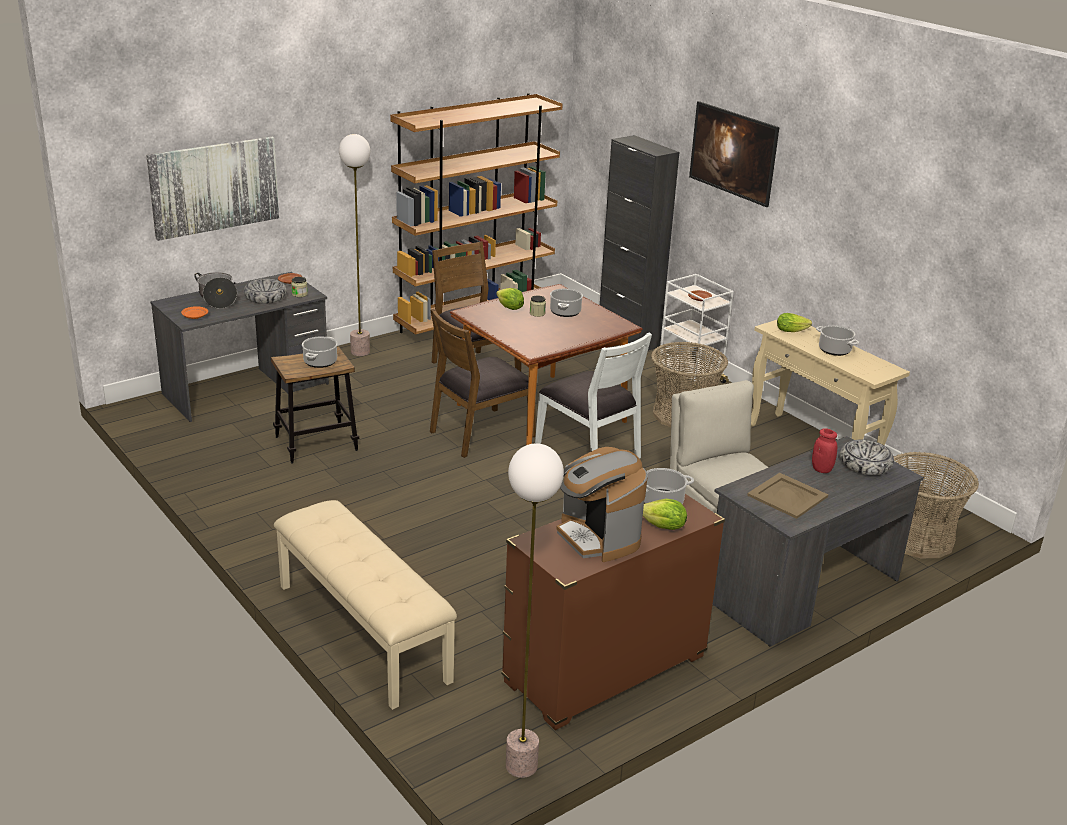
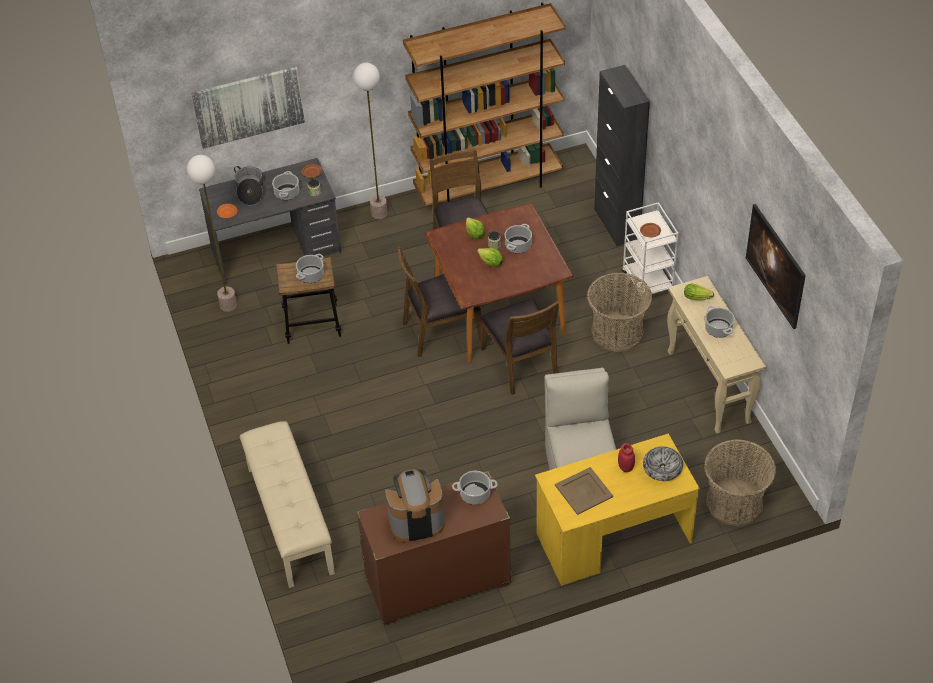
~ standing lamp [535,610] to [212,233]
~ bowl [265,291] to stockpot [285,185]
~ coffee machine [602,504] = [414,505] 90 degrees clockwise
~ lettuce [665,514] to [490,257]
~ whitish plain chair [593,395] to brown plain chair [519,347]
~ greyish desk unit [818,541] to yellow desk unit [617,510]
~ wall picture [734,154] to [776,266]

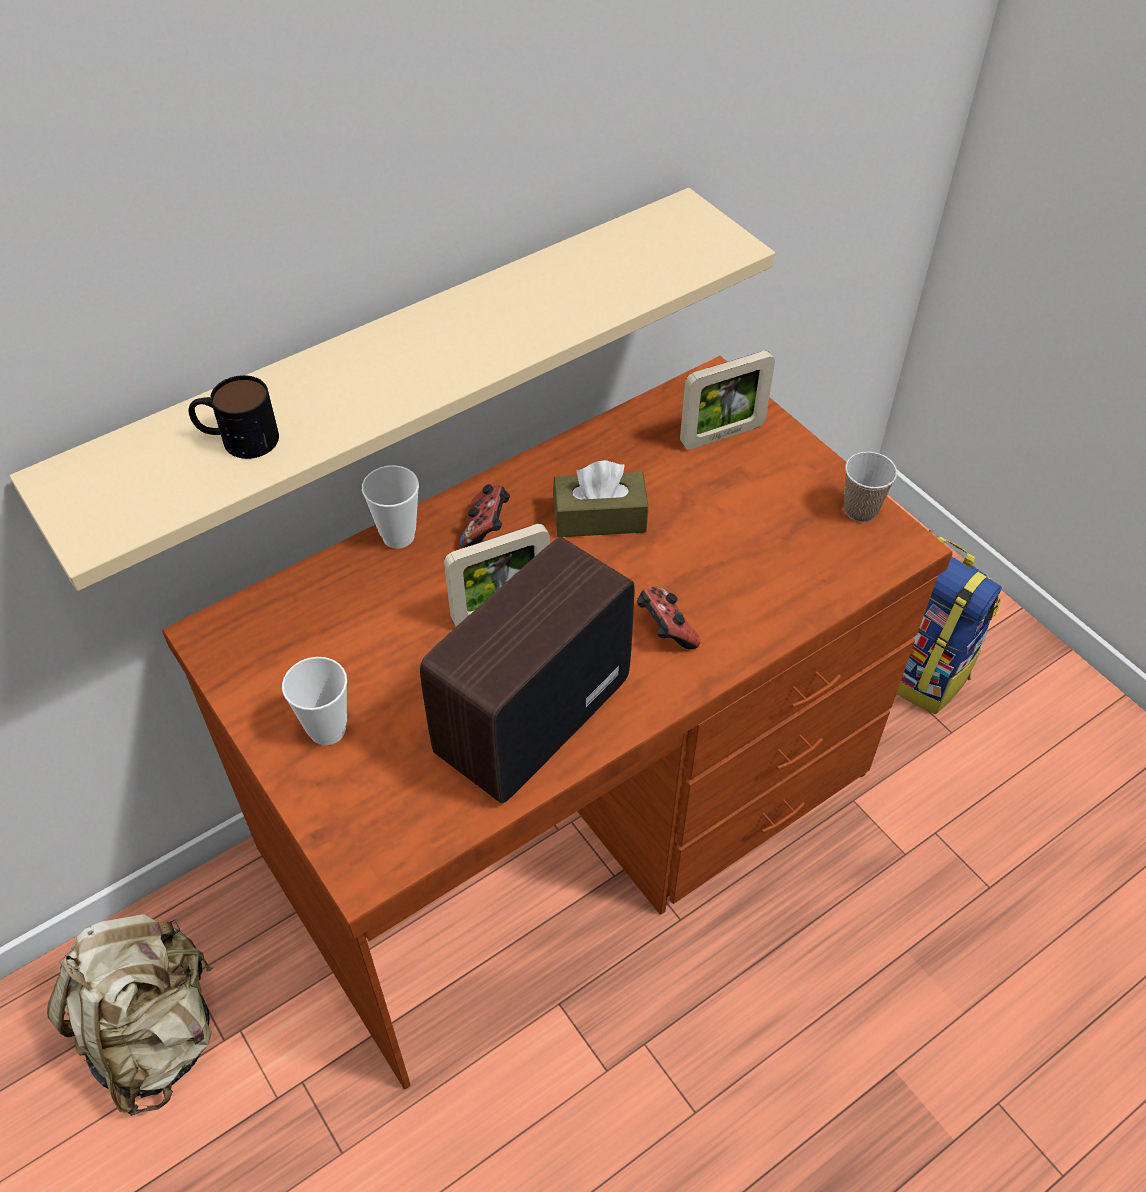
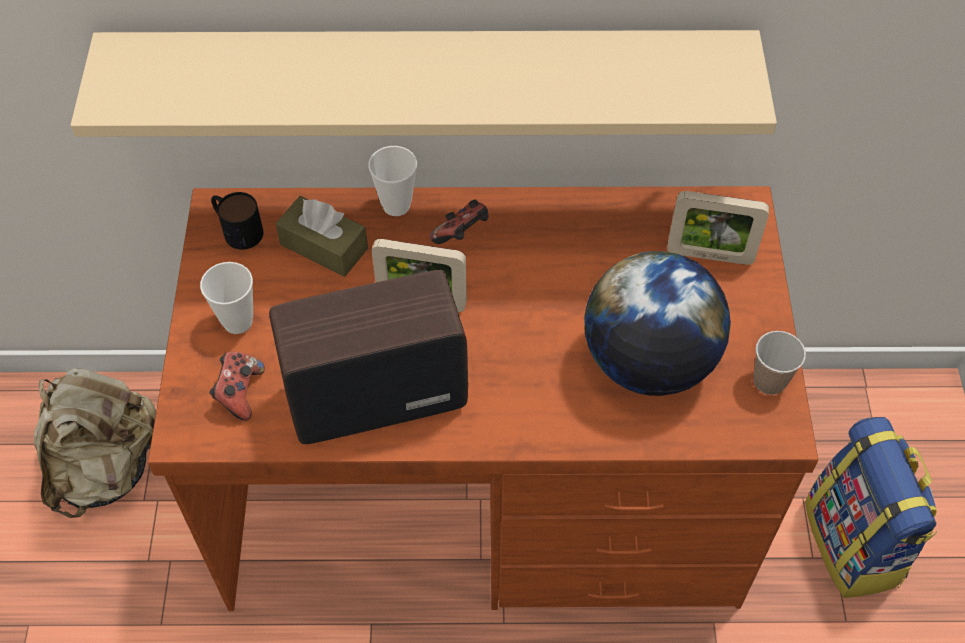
~ game controller [668,618] to [237,386]
~ coffee mug [233,417] to [237,221]
~ brown tissue box [600,498] to [322,236]
+ world globe [657,323]

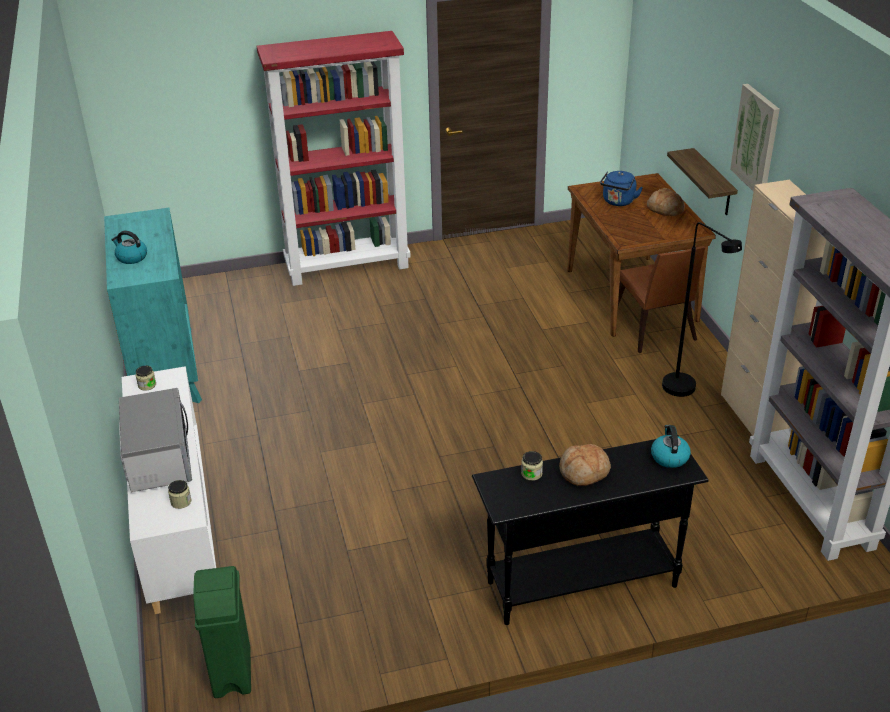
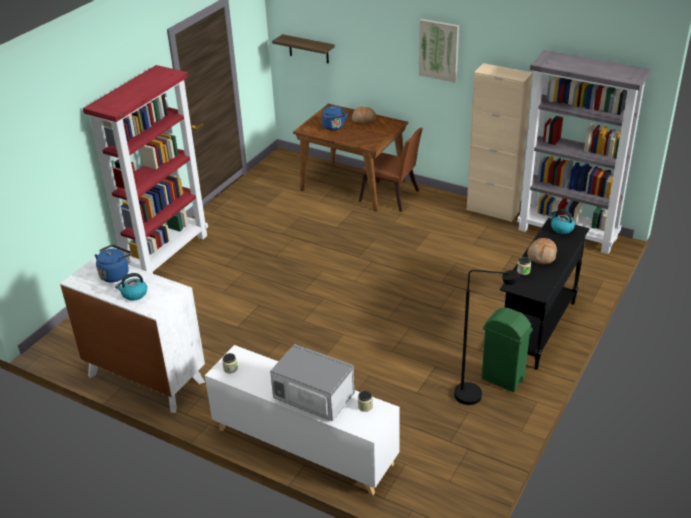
~ turquoise chest of drawers [153,305] to whitish chest of drawers [132,335]
+ blue-coloured kettle [113,263]
~ shelf [702,181] to [303,49]
~ blackish standing lamp [702,309] to [486,337]
~ green-coloured trash can [222,632] to [507,350]

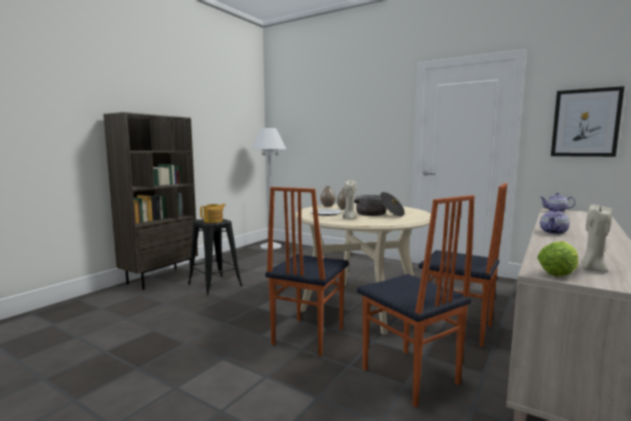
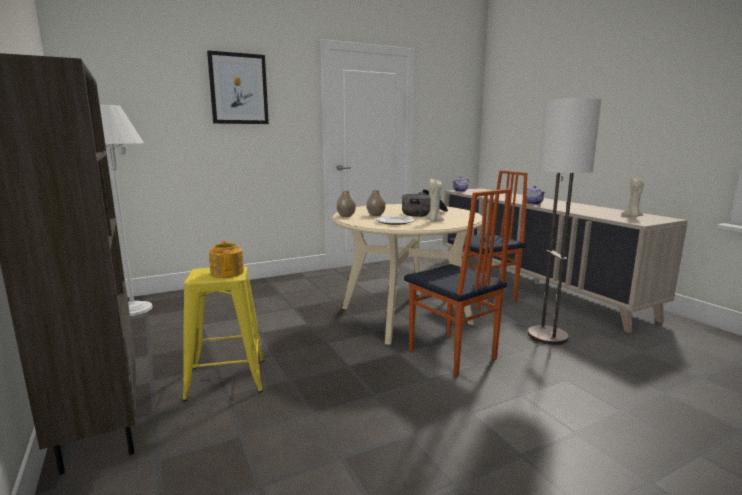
~ blackish stool seat [215,257] to yellow stool seat [223,333]
~ wall picture [588,121] to [238,87]
~ plain chair [416,301] to standing lamp [565,221]
- lettuce [557,258]

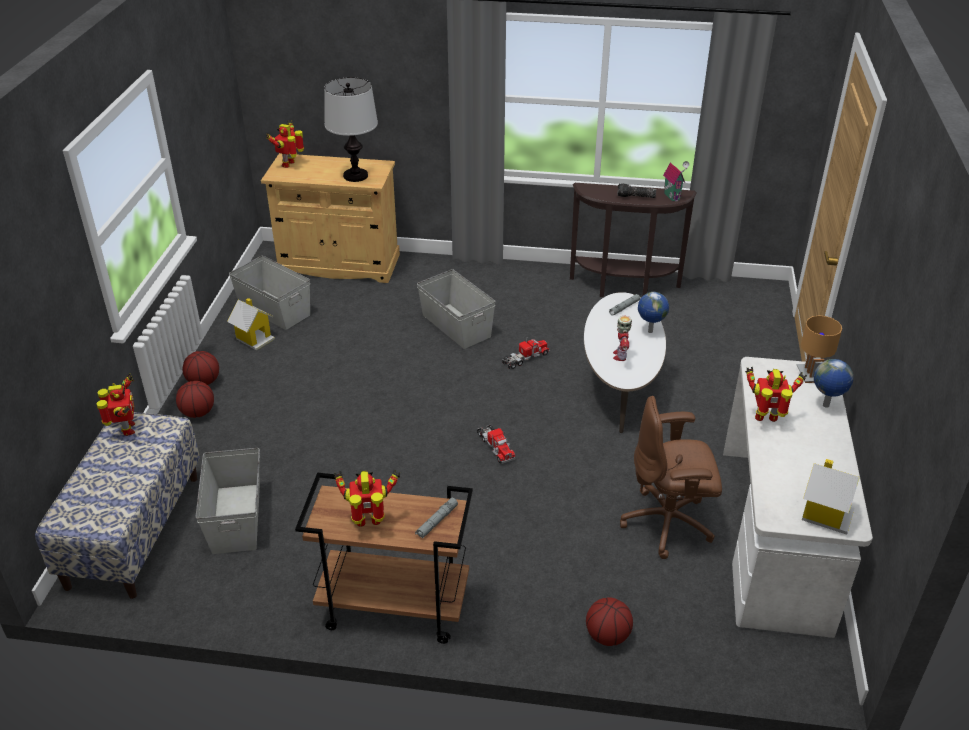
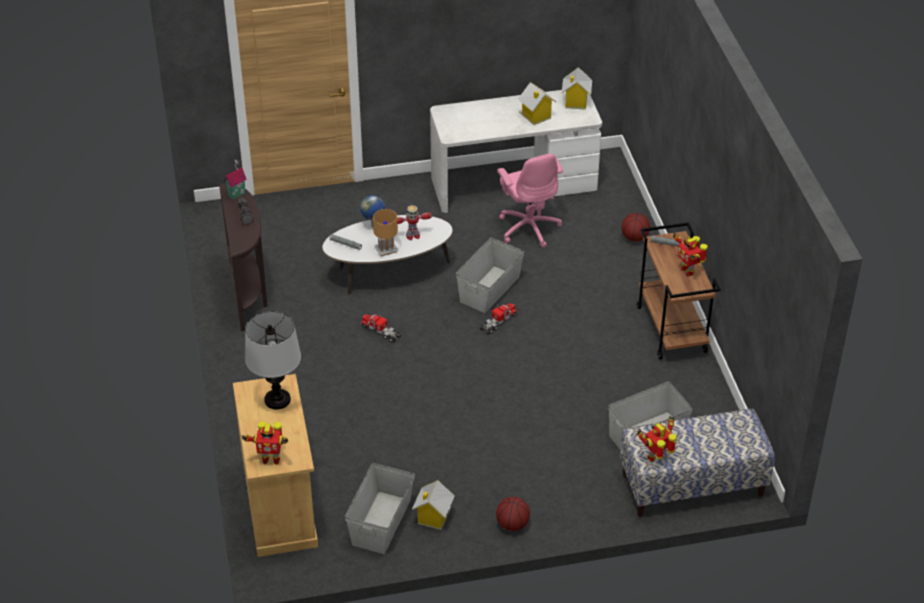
~ brown lamp for a table [819,349] to [385,232]
~ greyish storage container [456,309] to [490,275]
~ brown office chair [671,477] to pink office chair [530,201]
+ toy house [537,103]
- ball for basketball [195,399]
- toy robot [776,394]
- world globe [833,383]

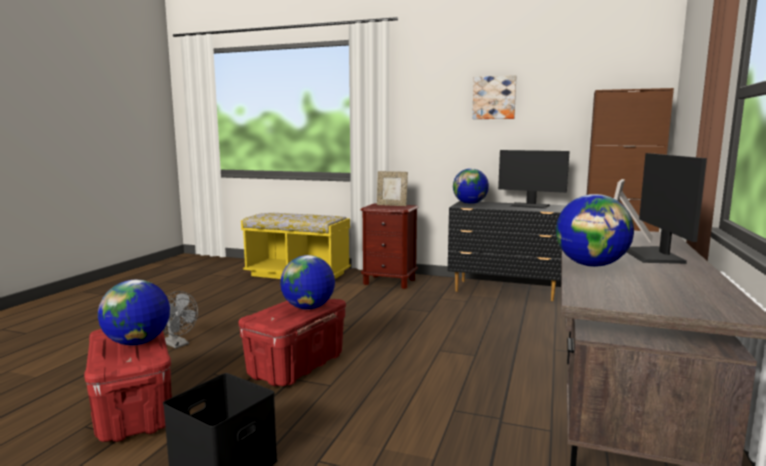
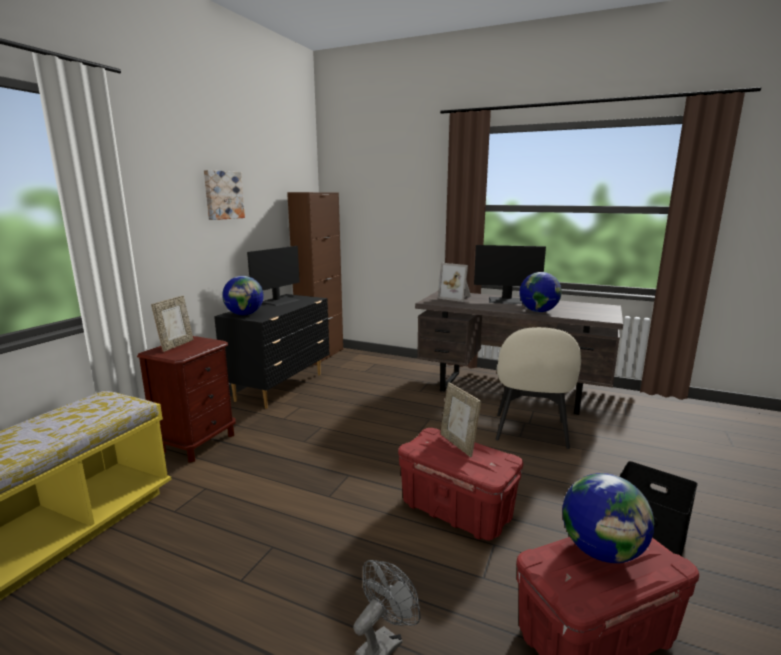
~ world globe [307,282] to photo frame [460,419]
+ sand-coloured plain chair [538,388]

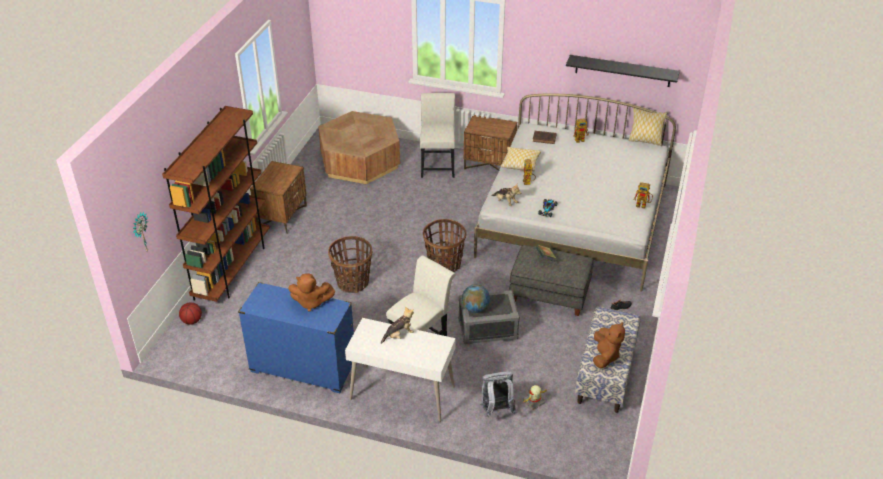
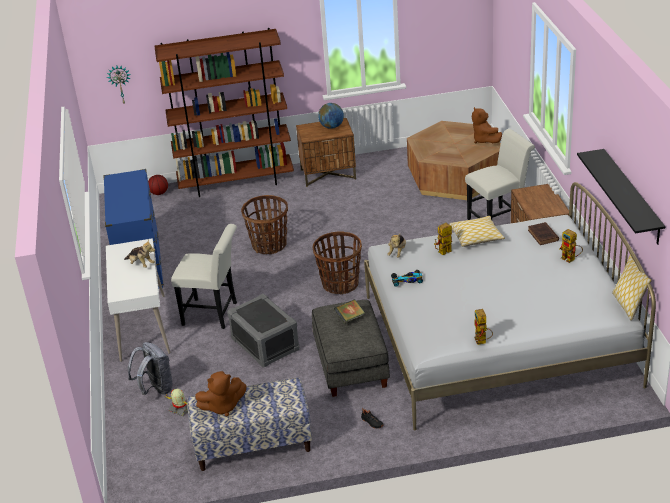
~ world globe [476,298] to [331,116]
~ brown plush toy [311,292] to [487,125]

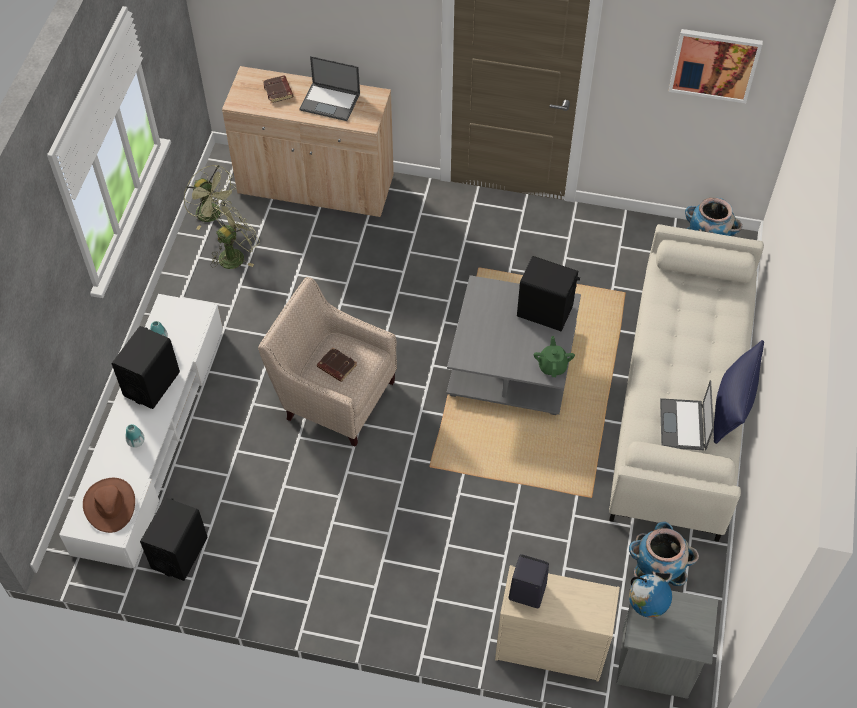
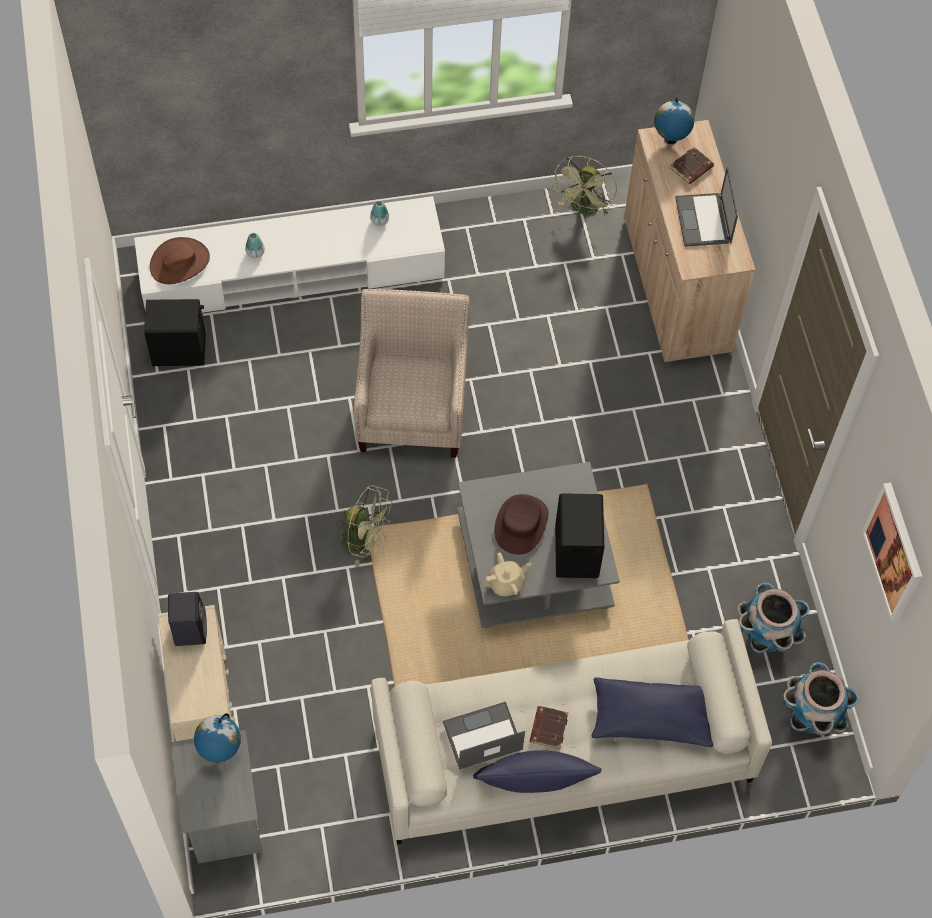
~ green-coloured cooling fan [235,235] to [364,526]
~ green-coloured teapot [554,356] to sand-coloured teapot [507,574]
+ brown hat [521,524]
~ brown volume [337,364] to [548,728]
+ blue-coloured throw pillow [652,712]
+ world globe [674,121]
~ flower pot [664,554] to [773,617]
- blackish speaker [145,367]

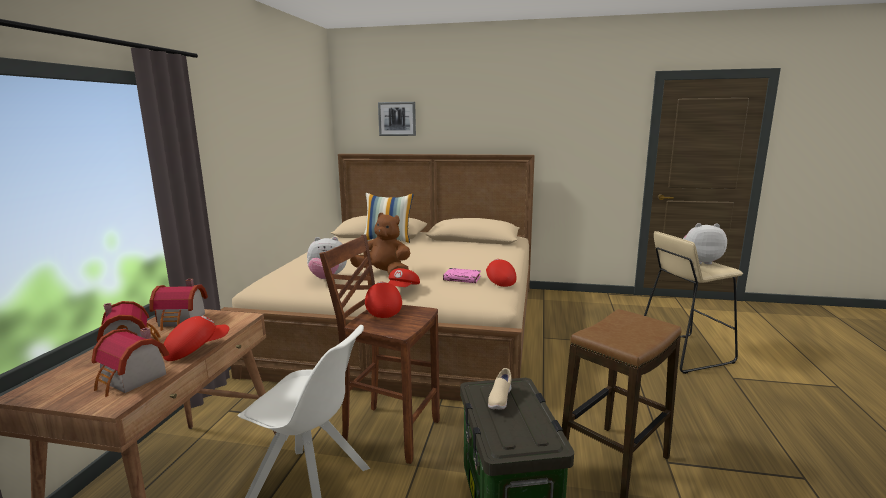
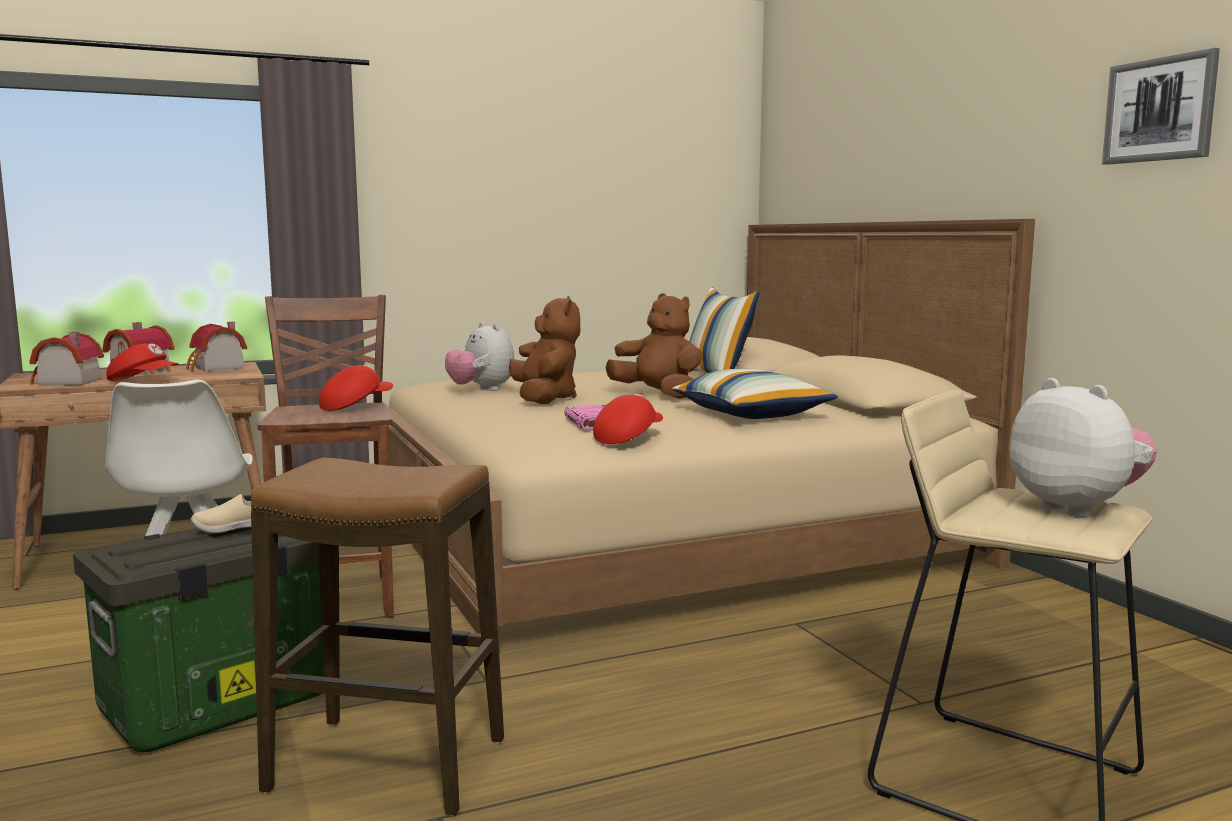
+ brown plush toy [654,346]
+ throw pillow [755,394]
~ wall picture [397,119] to [1161,106]
- red baseball cap [404,277]

